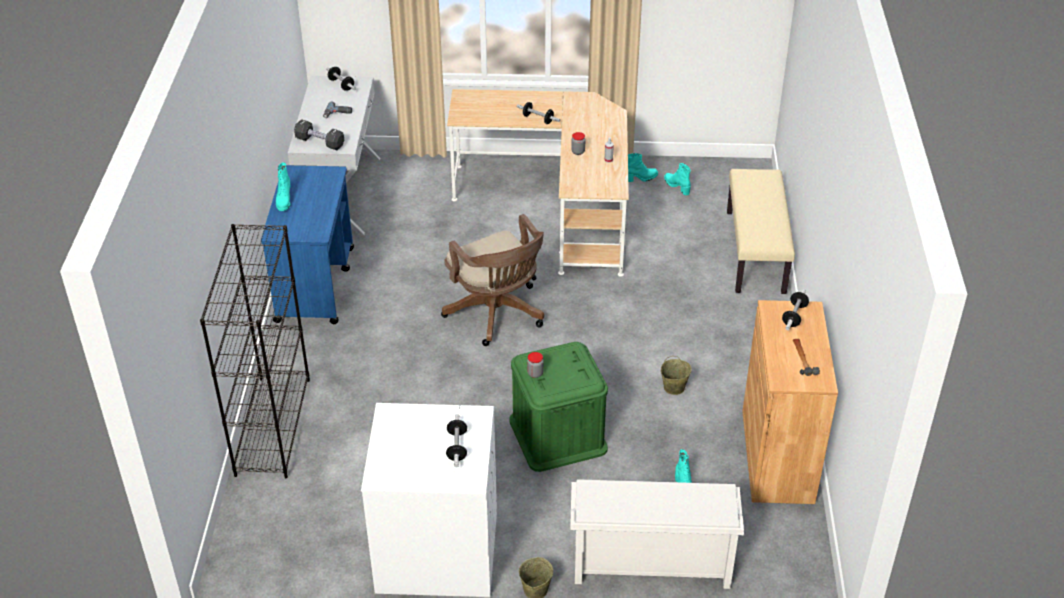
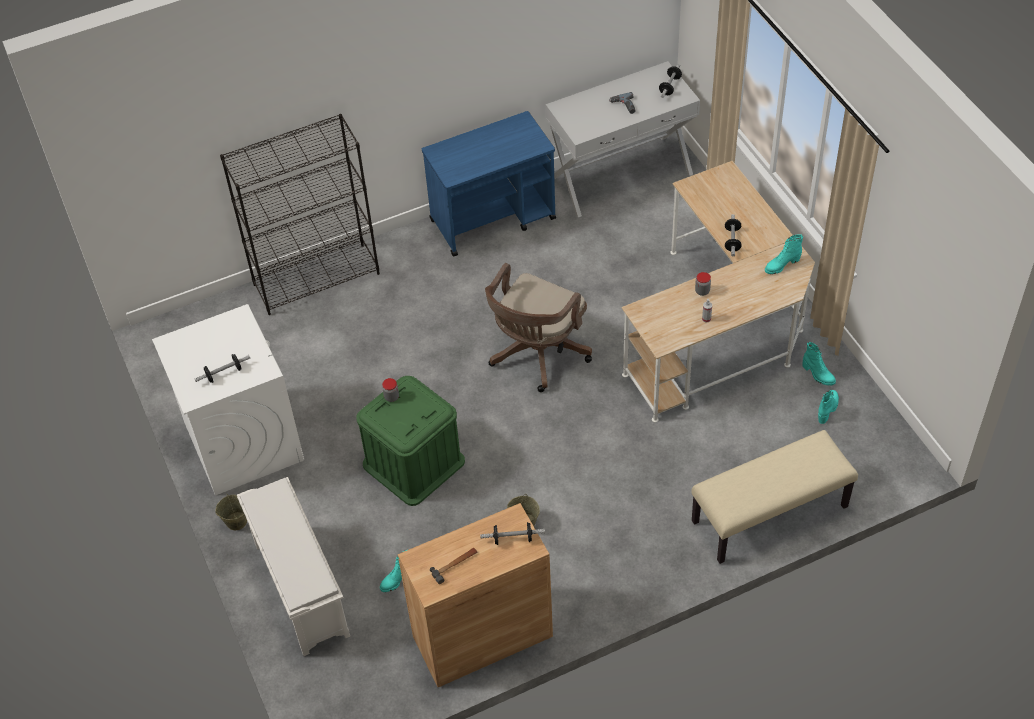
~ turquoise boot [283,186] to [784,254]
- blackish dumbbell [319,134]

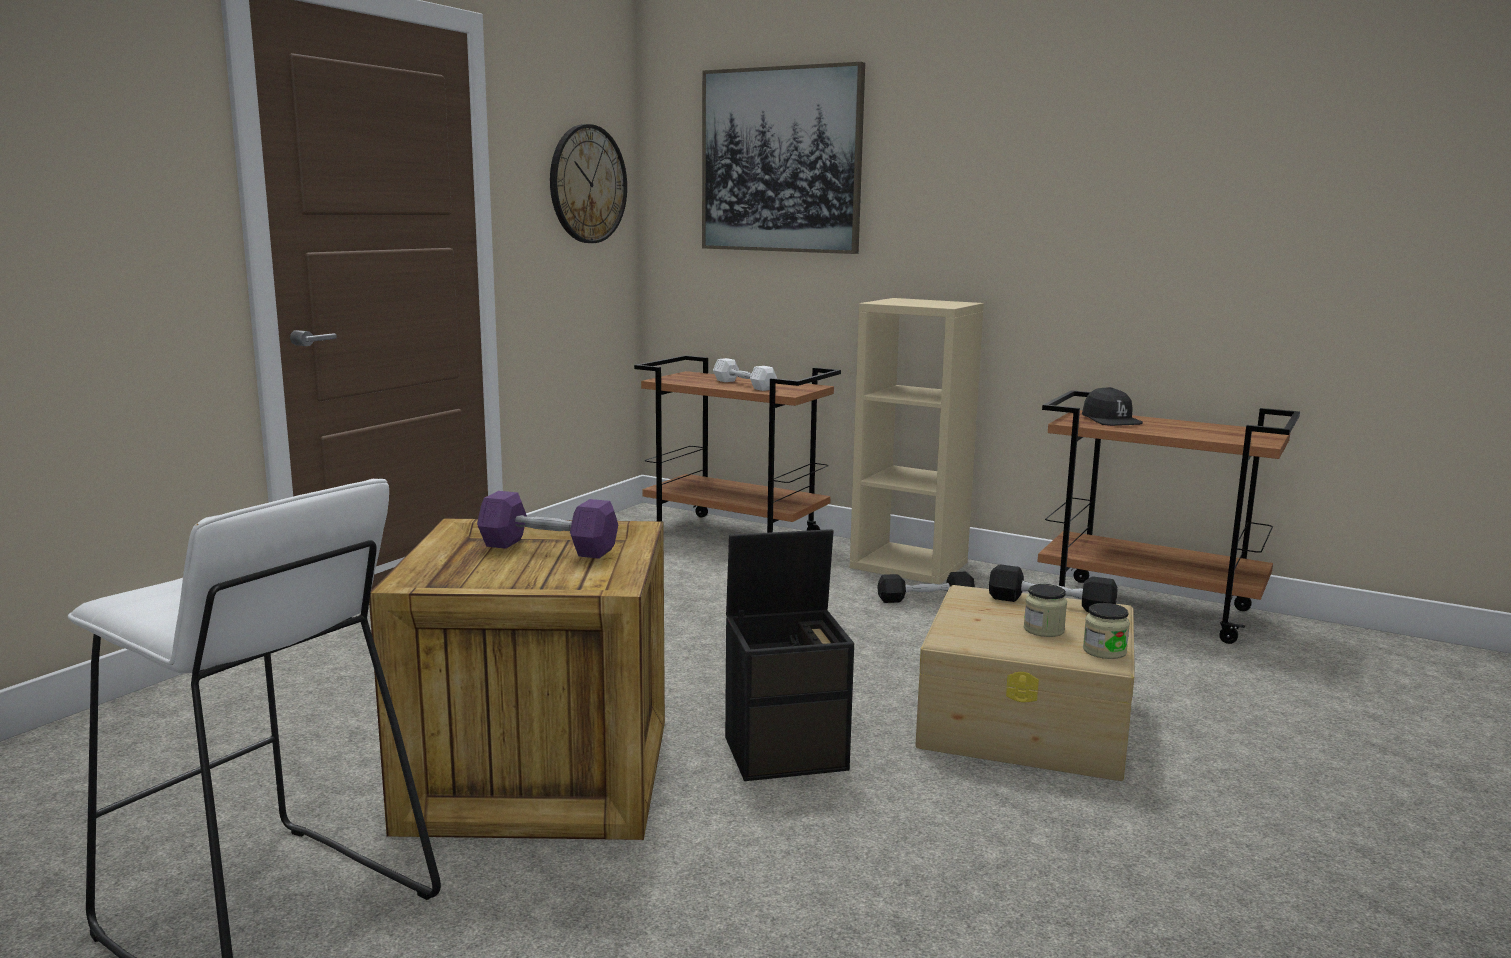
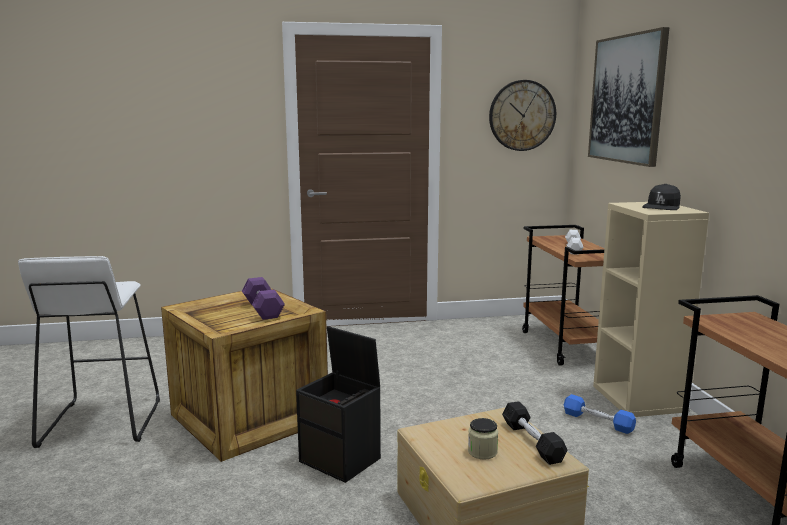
~ blackish dumbbell [926,587] to blue-coloured dumbbell [600,414]
~ blackish baseball cap [1112,406] to [661,197]
- storage jar [1106,631]

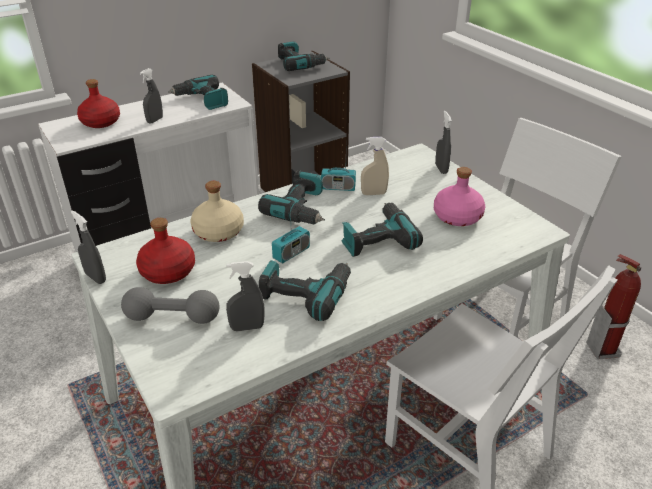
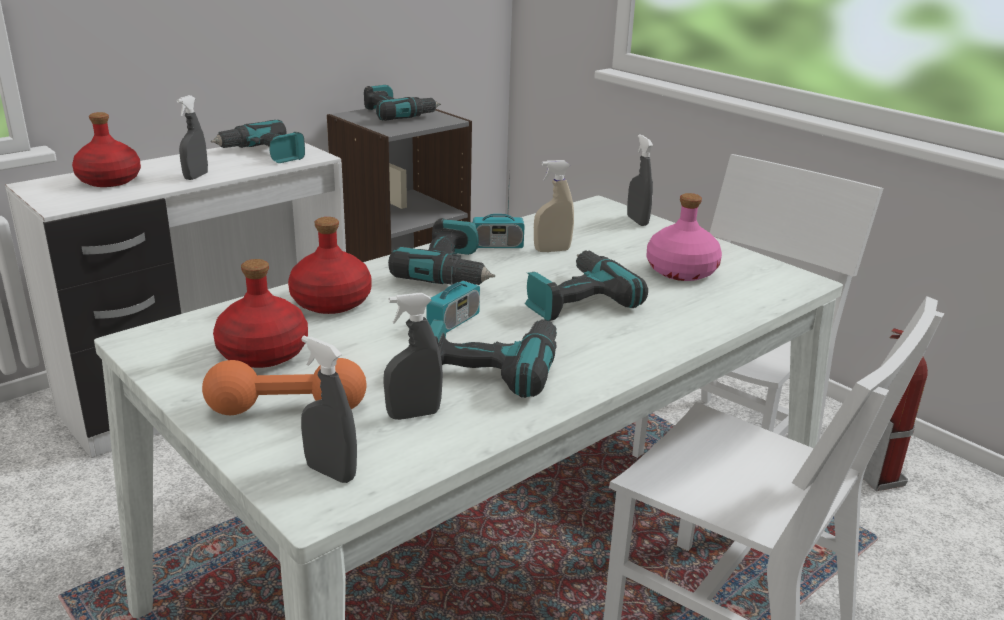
~ greyish dumbbell [170,305] to orange dumbbell [284,386]
~ sand-coloured beverage bottle [217,211] to red beverage bottle [329,265]
~ greyish sprayer [88,247] to [329,409]

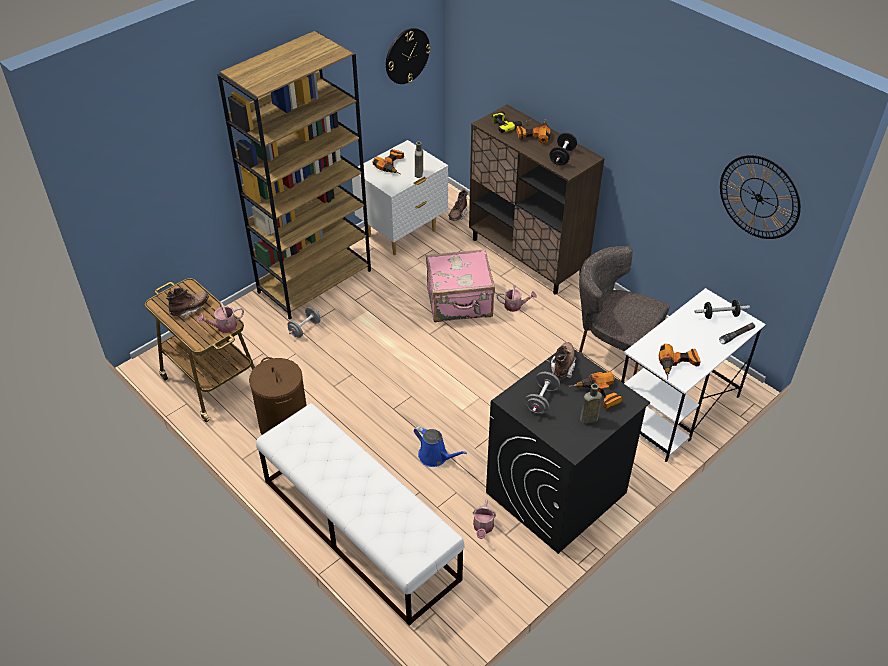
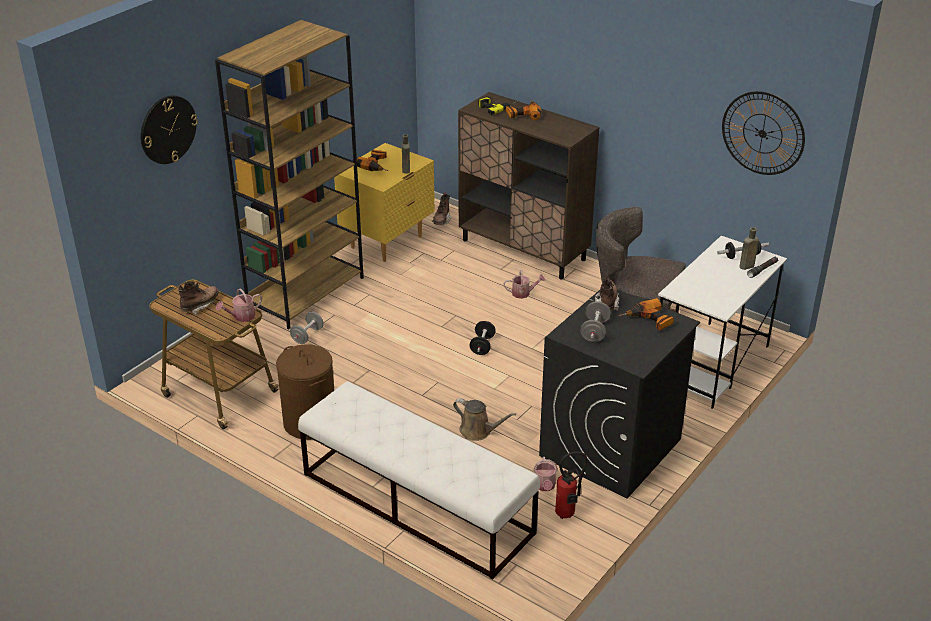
~ clock on the wall [408,56] to [169,130]
~ whitish night table [400,197] to yellow night table [384,202]
~ blue-coloured watering pot [440,446] to brown watering pot [484,419]
~ blackish dumbbell [563,149] to [483,338]
+ extinguisher [571,485]
~ brown beverage bottle [591,404] to [749,248]
- pink suitcase [460,285]
- power drill [680,361]

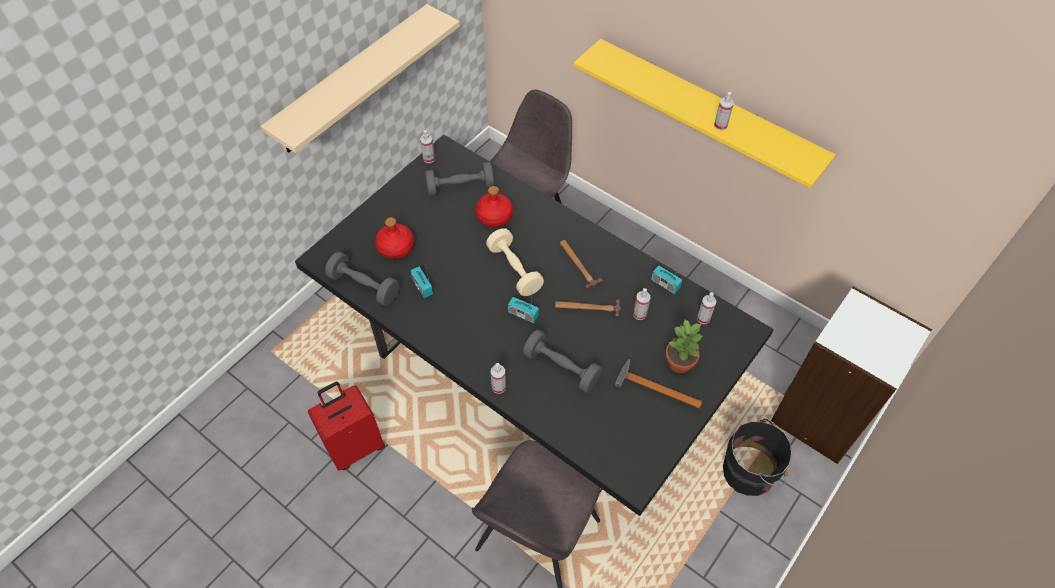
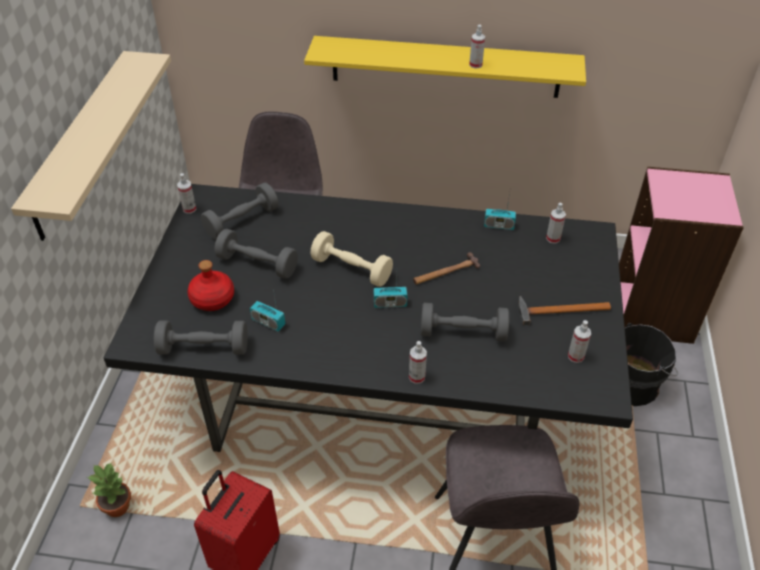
~ potted plant [684,346] to [109,489]
+ greyish dumbbell [256,254]
~ sprayer [641,304] to [579,341]
~ whitish bookshelf [851,375] to pink bookshelf [681,255]
- red beverage bottle [494,206]
- tool hammer [581,264]

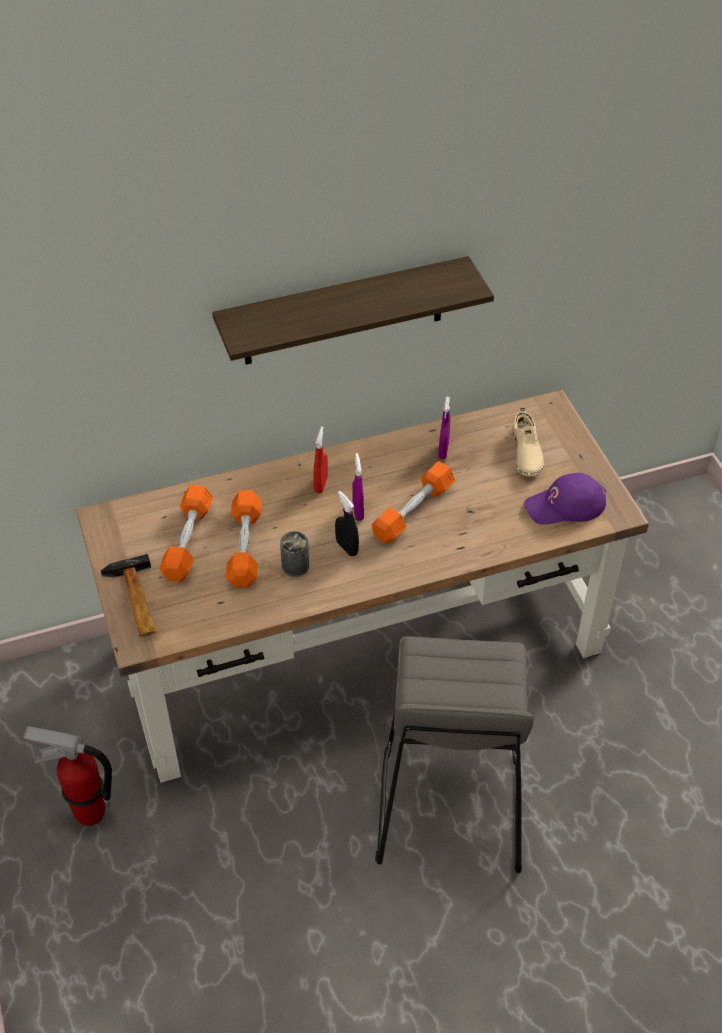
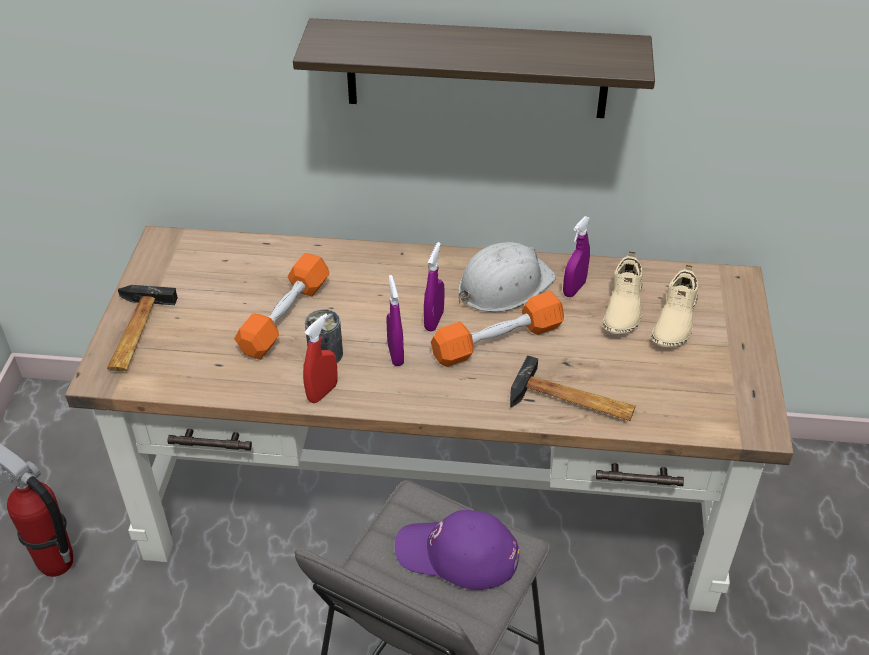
~ red sprayer [320,459] to [320,358]
~ blackish sprayer [347,523] to purplish sprayer [395,320]
~ purplish baseball cap [565,499] to [457,550]
+ whitish safety helmet [507,277]
+ tool hammer [573,388]
+ sand-coloured item of footwear [622,293]
- orange dumbbell [186,533]

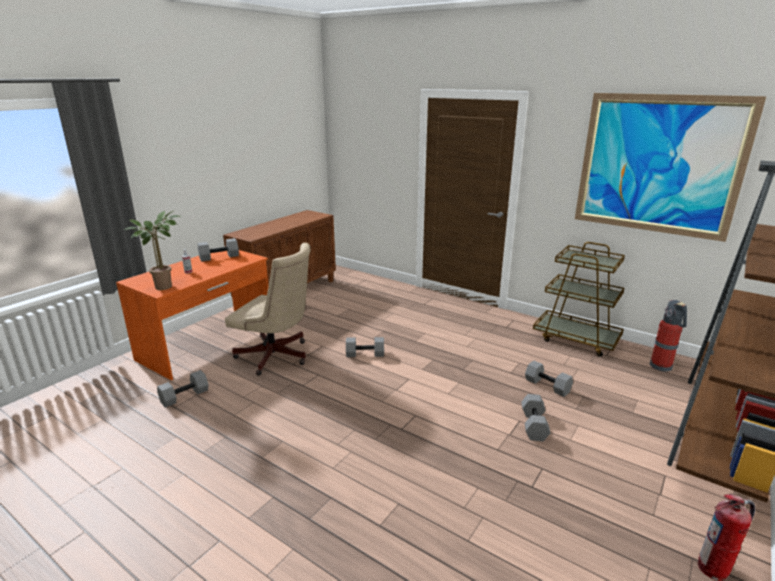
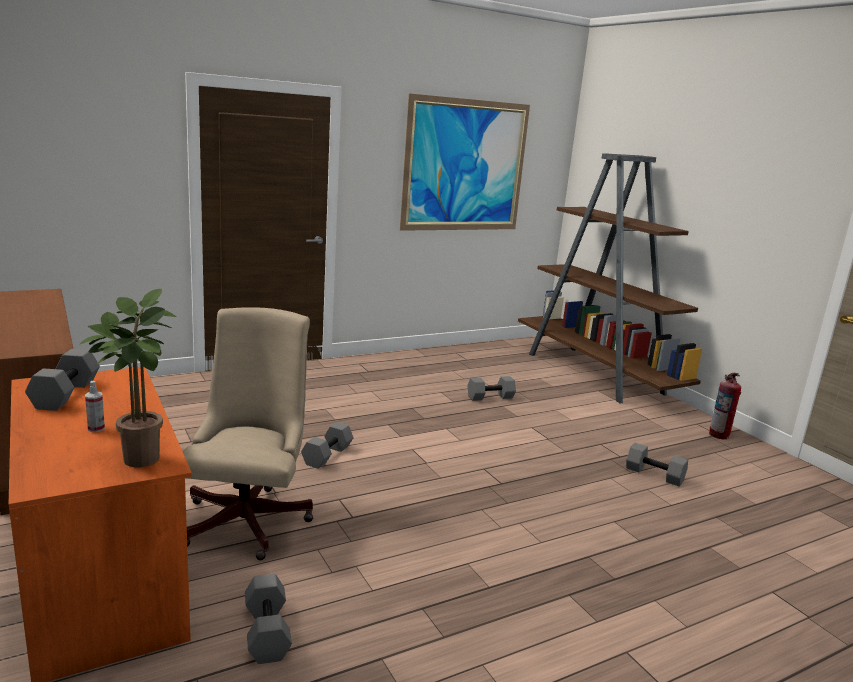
~ sand-coloured office chair [268,309] = [248,433] 45 degrees counterclockwise
~ greyish dumbbell [535,417] to [657,465]
- brown cart [579,299]
- extinguisher [668,336]

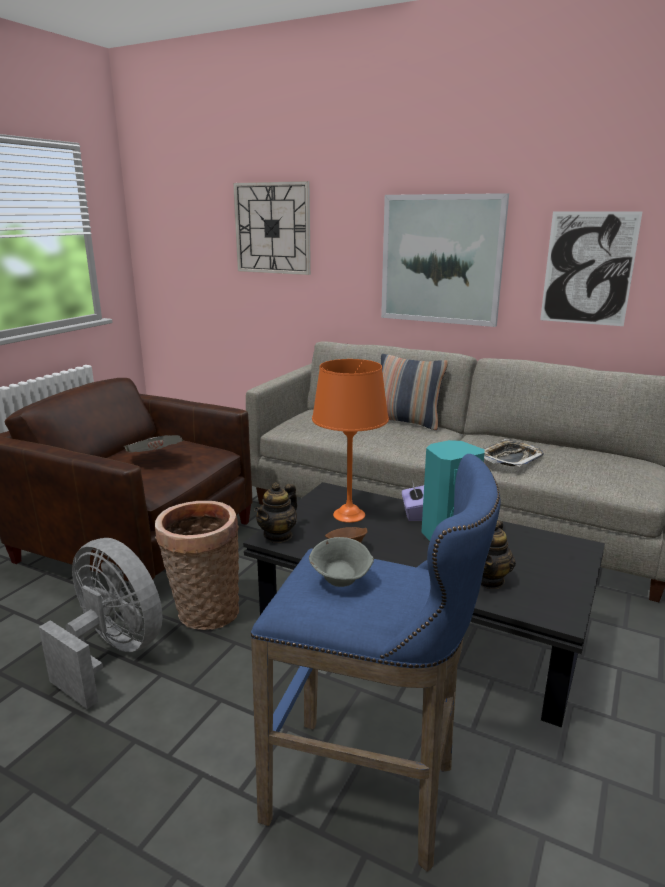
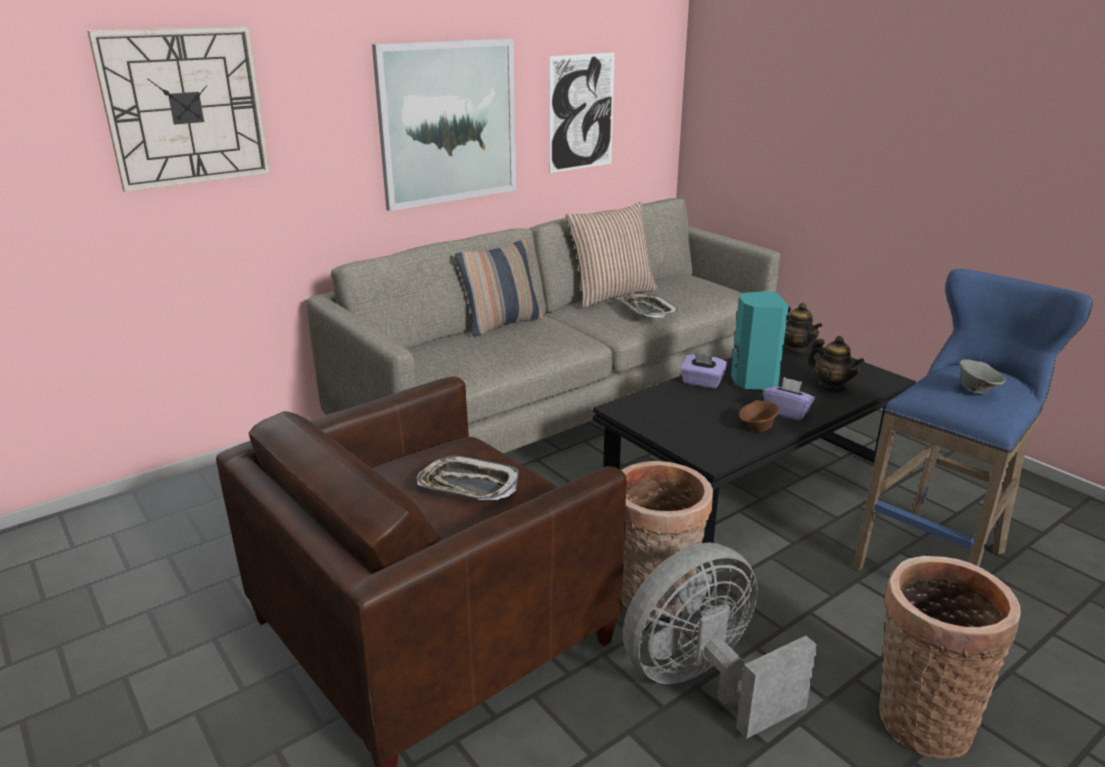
~ printed paper [154,444] to carrying tray [468,477]
+ throw pillow [612,254]
+ purplish tissue box [789,399]
~ teapot [275,512] to [803,328]
+ household basket [950,657]
- orange lamp for a table [350,441]

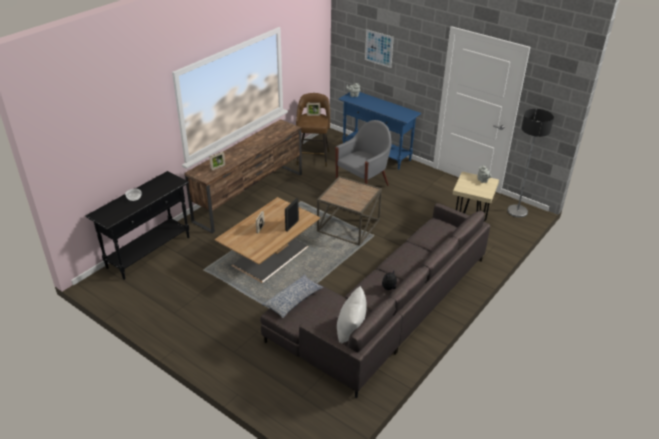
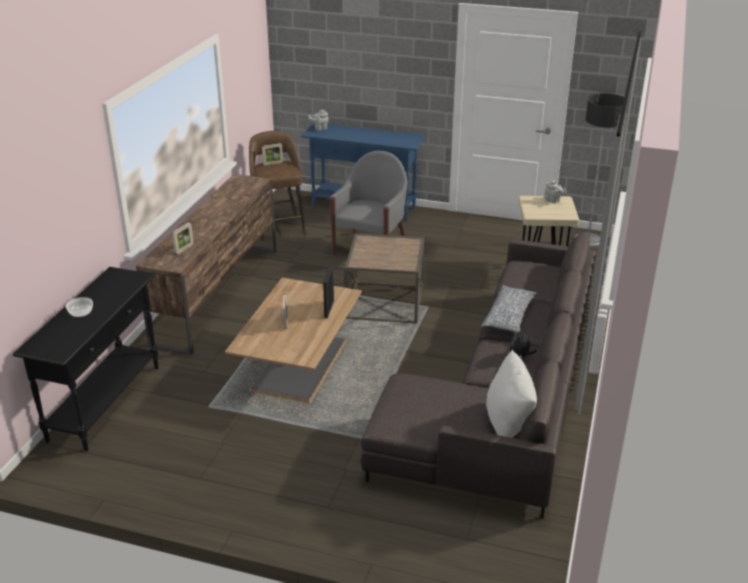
~ throw pillow [293,296] to [509,309]
- wall picture [379,48]

